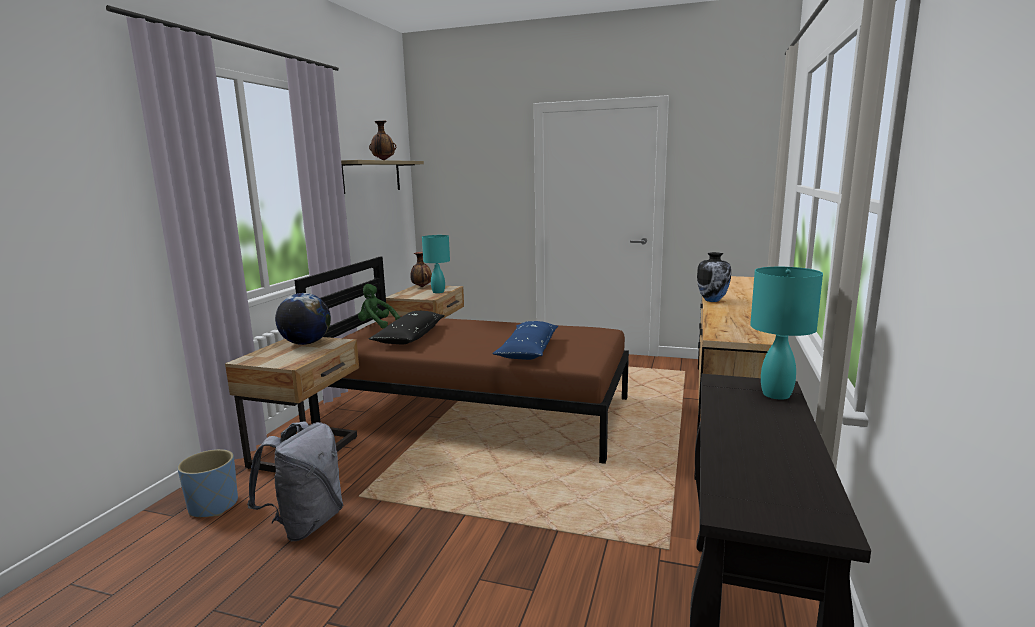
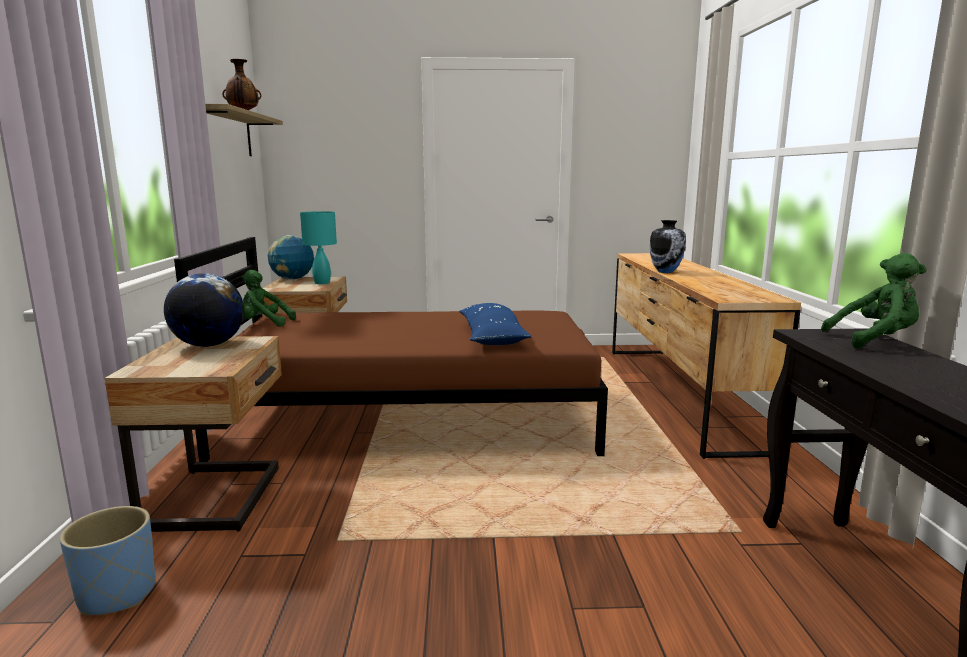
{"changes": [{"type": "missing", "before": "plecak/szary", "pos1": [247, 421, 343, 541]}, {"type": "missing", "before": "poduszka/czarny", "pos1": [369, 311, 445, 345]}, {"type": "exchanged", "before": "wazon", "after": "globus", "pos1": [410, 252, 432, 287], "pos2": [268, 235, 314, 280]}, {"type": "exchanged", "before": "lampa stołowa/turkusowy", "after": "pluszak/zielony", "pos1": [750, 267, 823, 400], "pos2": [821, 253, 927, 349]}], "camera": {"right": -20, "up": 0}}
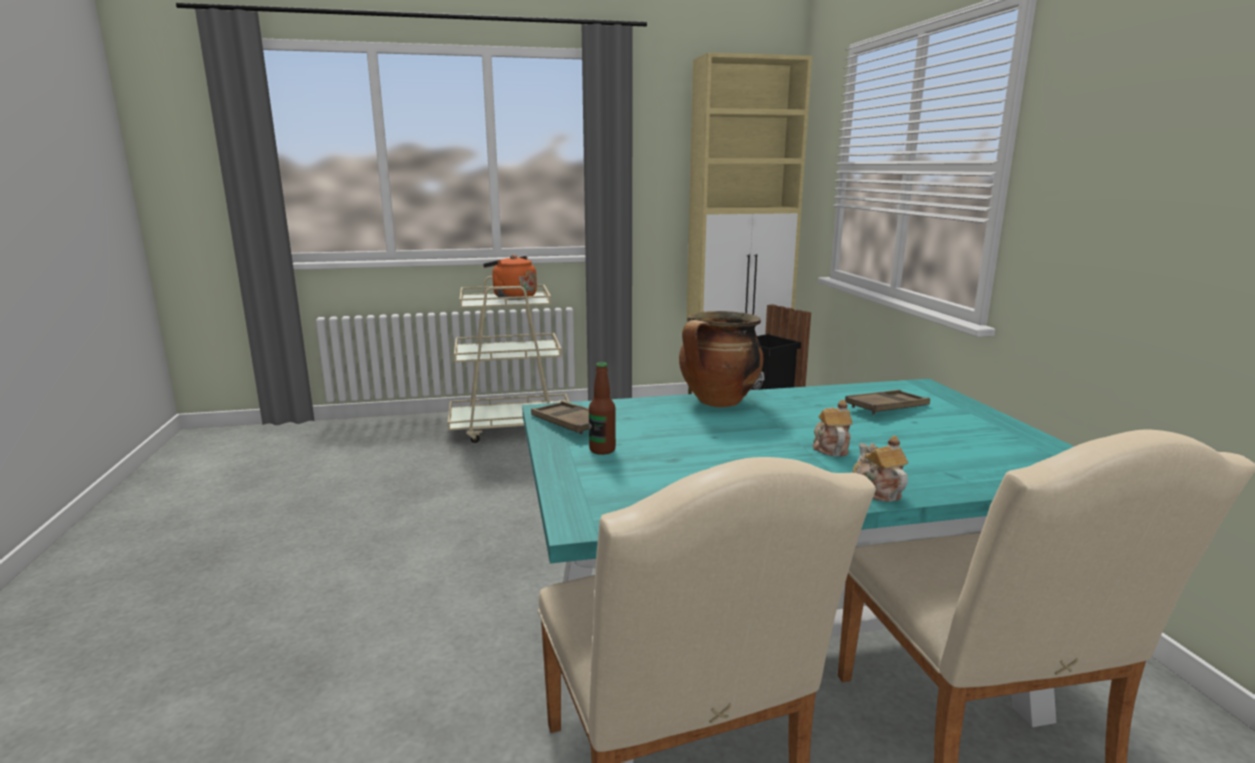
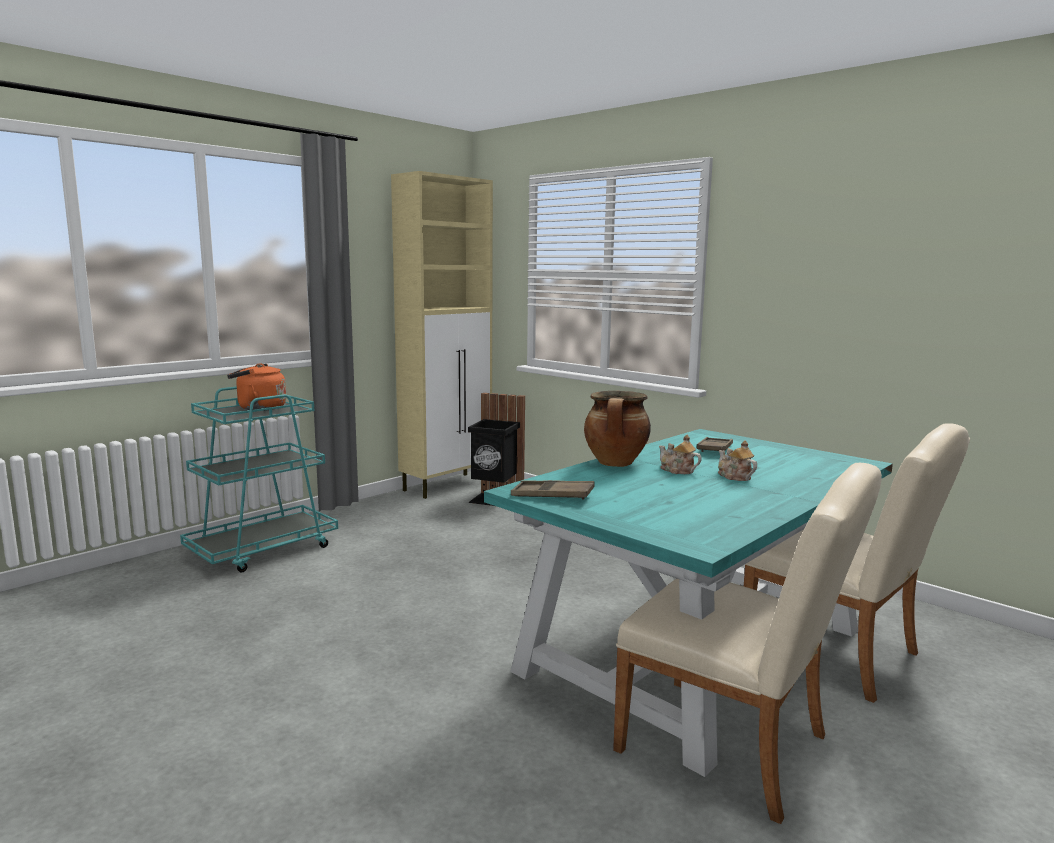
{"changes": [{"type": "colour", "before": "wózek/beżowy", "after": "wózek/turkusowy", "pos1": [448, 276, 569, 443], "pos2": [180, 386, 338, 572]}, {"type": "missing", "before": "butelka", "pos1": [589, 362, 616, 455]}, {"type": "relocated", "before": "imbryk", "pos1": [852, 436, 908, 502], "pos2": [659, 435, 702, 474]}], "camera": {"right": -35, "up": -5}}
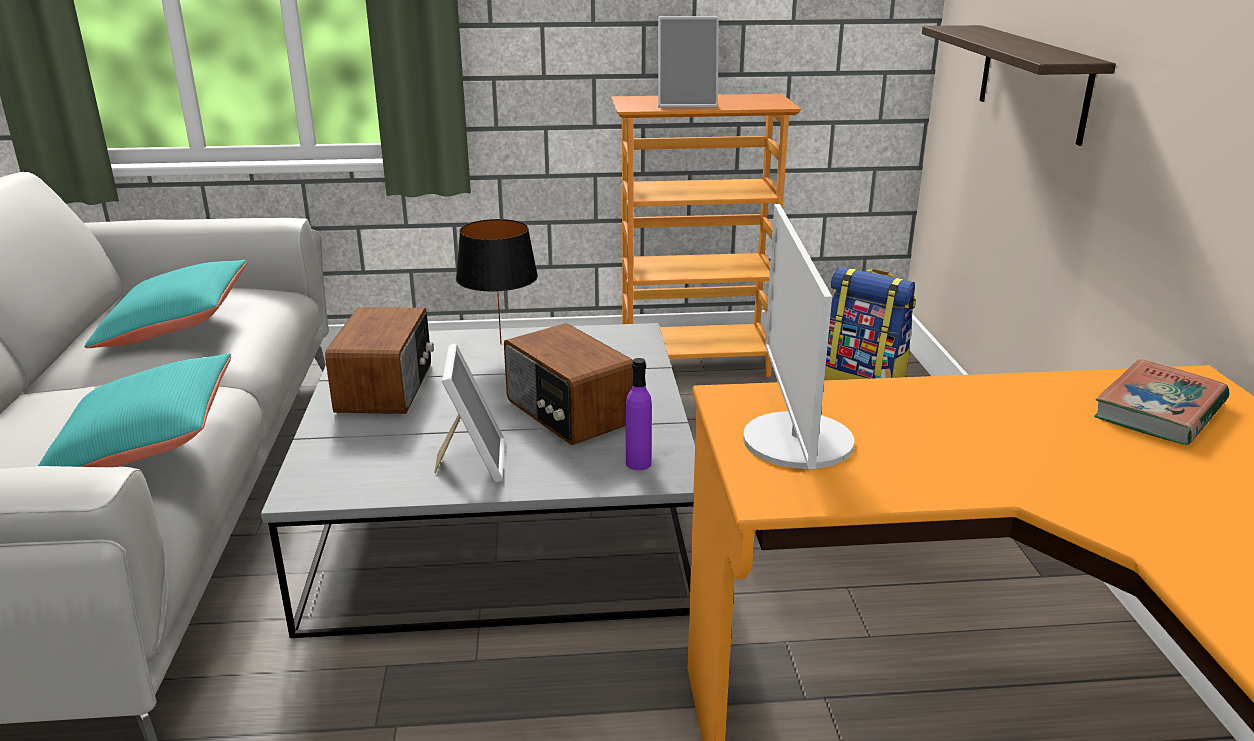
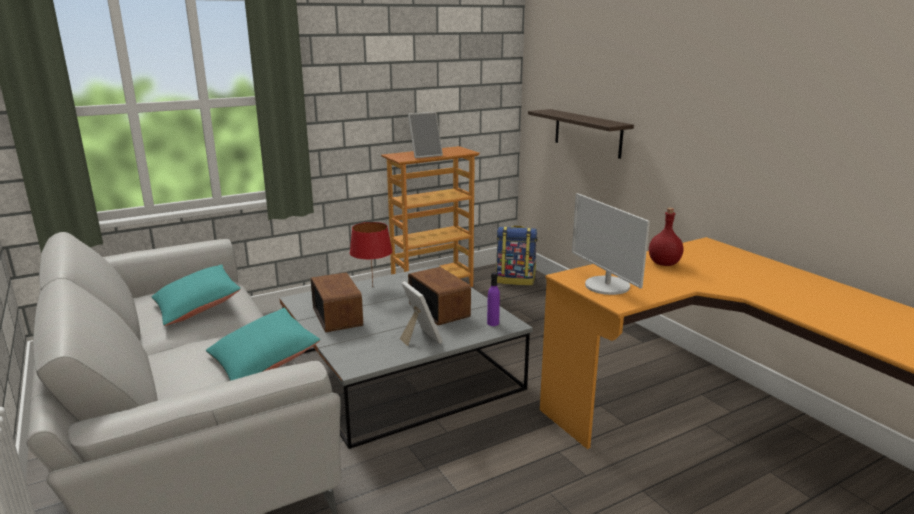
{"changes": [{"type": "colour", "before": "lampa stołowa/czarny", "after": "lampa stołowa/czerwony", "pos1": [456, 219, 538, 345], "pos2": [350, 222, 392, 285]}, {"type": "spun", "before": "radio", "pos1": [504, 323, 633, 445], "pos2": [408, 267, 471, 325], "turn": -150}, {"type": "missing", "before": "książka", "pos1": [1094, 359, 1229, 445]}, {"type": "appeared", "after": "butelka/czerwony", "pos2": [649, 208, 683, 266]}], "camera": {"right": -25, "up": -5}}
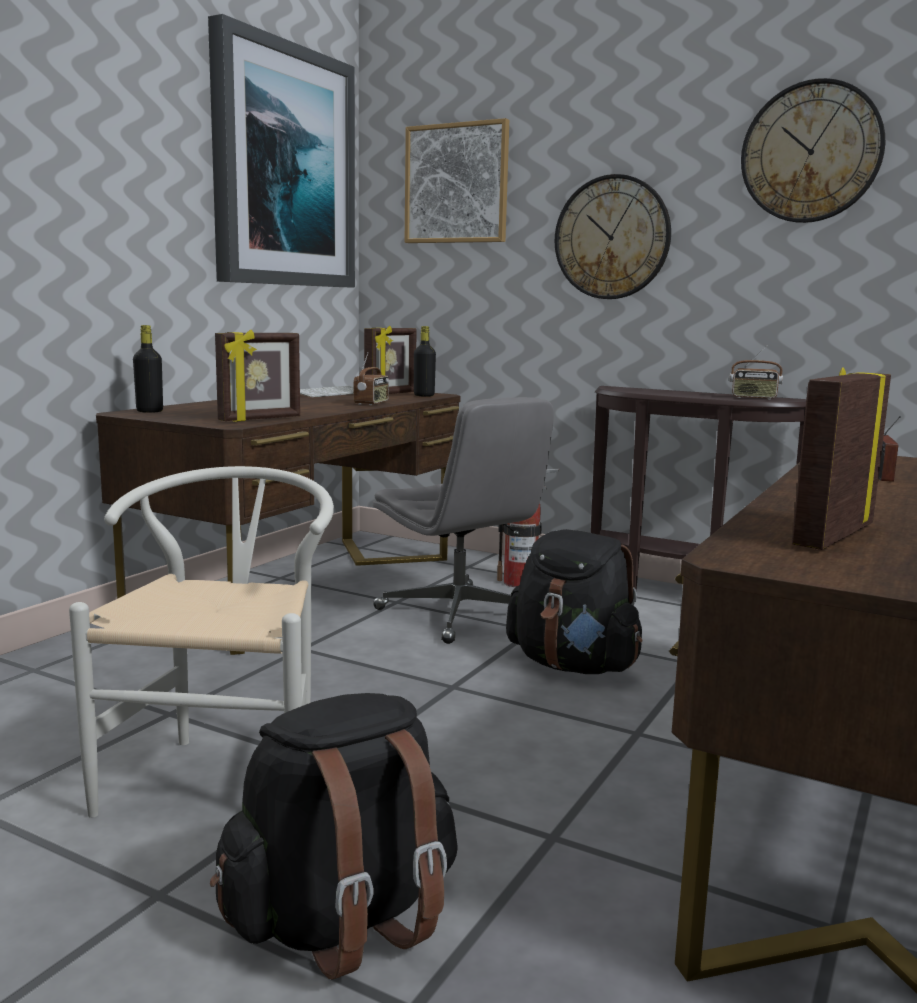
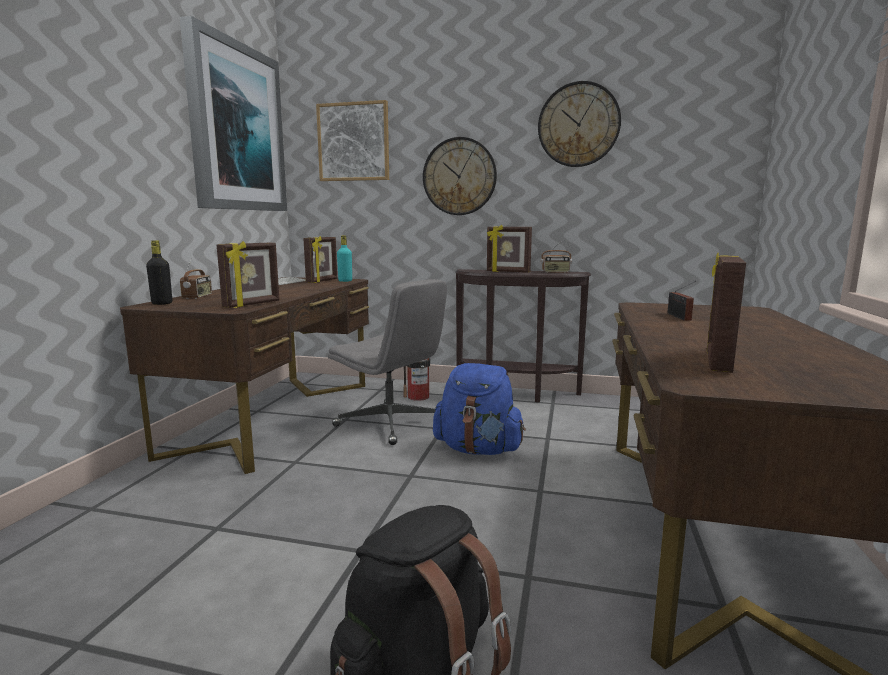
{"changes": [{"type": "missing", "before": "krzesło/biały", "pos1": [69, 466, 334, 818]}, {"type": "relocated", "before": "radio", "pos1": [354, 353, 389, 405], "pos2": [180, 258, 212, 299]}, {"type": "colour", "before": "butelka/czarny", "after": "butelka/turkusowy", "pos1": [414, 326, 436, 397], "pos2": [337, 235, 352, 282]}, {"type": "colour", "before": "plecak/czarny", "after": "plecak/niebieski", "pos1": [506, 529, 642, 674], "pos2": [433, 363, 526, 455]}, {"type": "appeared", "after": "ramka na zdjęcie", "pos2": [487, 225, 532, 273]}], "camera": {"right": -15, "up": 0}}
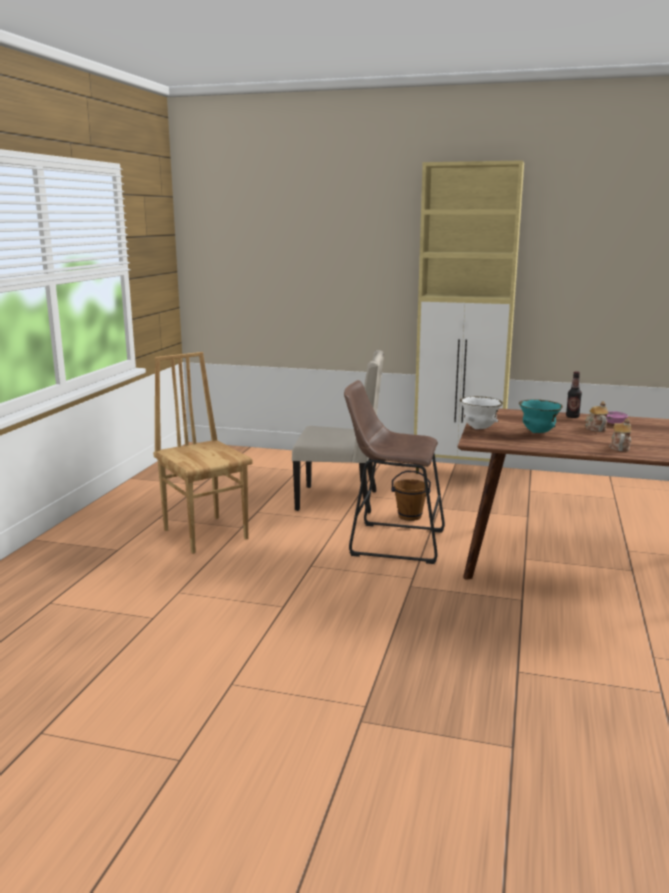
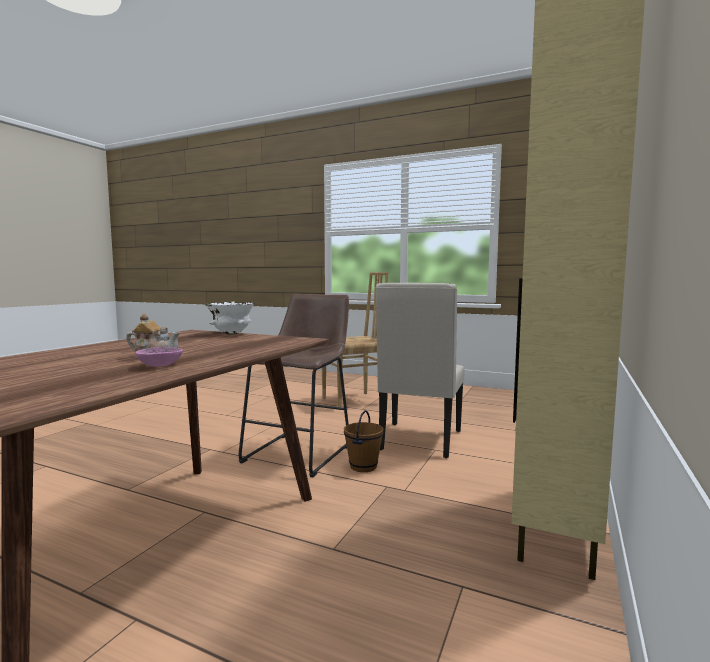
{"changes": [{"type": "missing", "before": "miska/turkusowy", "pos1": [519, 399, 563, 433]}, {"type": "missing", "before": "butelka", "pos1": [566, 371, 582, 418]}, {"type": "missing", "before": "imbryk", "pos1": [609, 418, 631, 451]}], "camera": {"right": 100, "up": -10}}
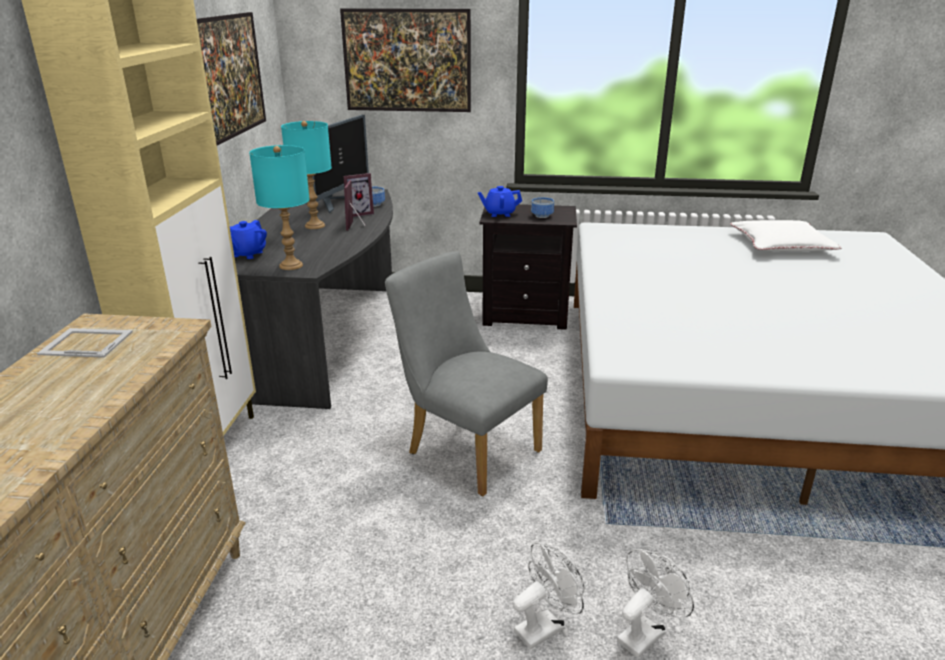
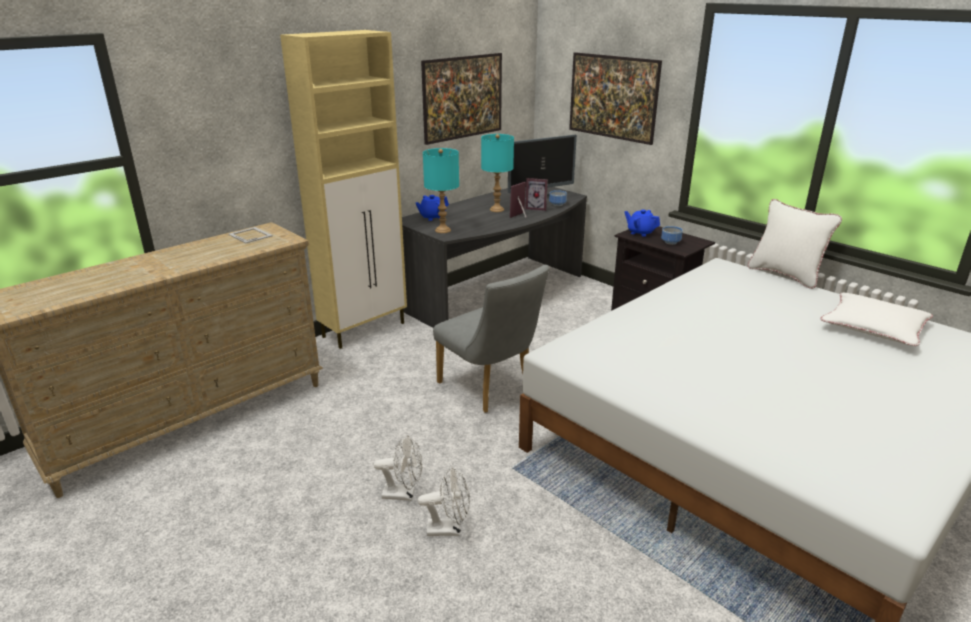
{"changes": [{"type": "spun", "before": "krzesło/szary", "pos1": [385, 251, 548, 496], "pos2": [433, 265, 549, 413], "turn": 150}, {"type": "appeared", "after": "poduszka/biały", "pos2": [748, 199, 842, 289]}], "camera": {"right": 40, "up": 0}}
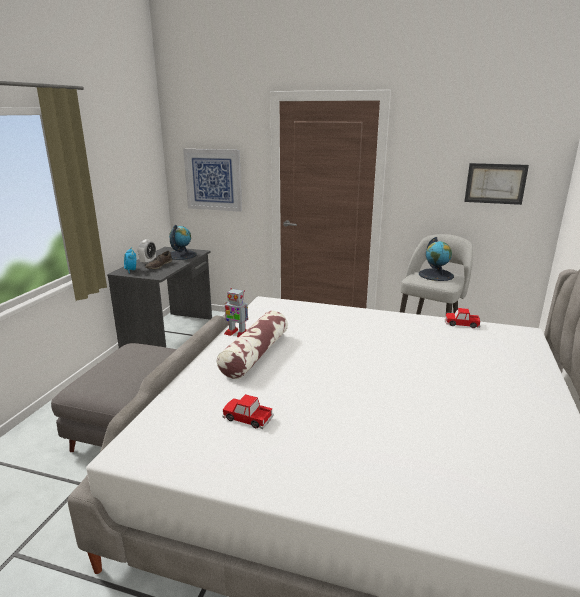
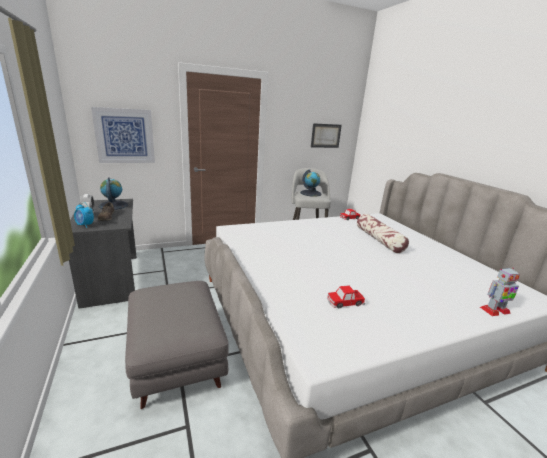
{"changes": [{"type": "relocated", "before": "poduszka", "pos1": [217, 311, 288, 379], "pos2": [357, 214, 409, 253]}, {"type": "relocated", "before": "robot zabawkowy", "pos1": [224, 288, 248, 337], "pos2": [480, 268, 520, 316]}], "camera": {"right": -40, "up": 0}}
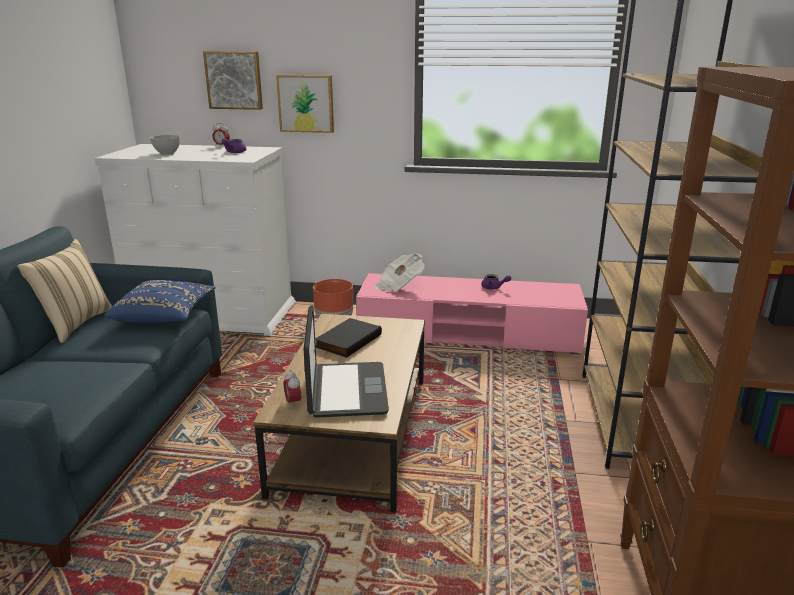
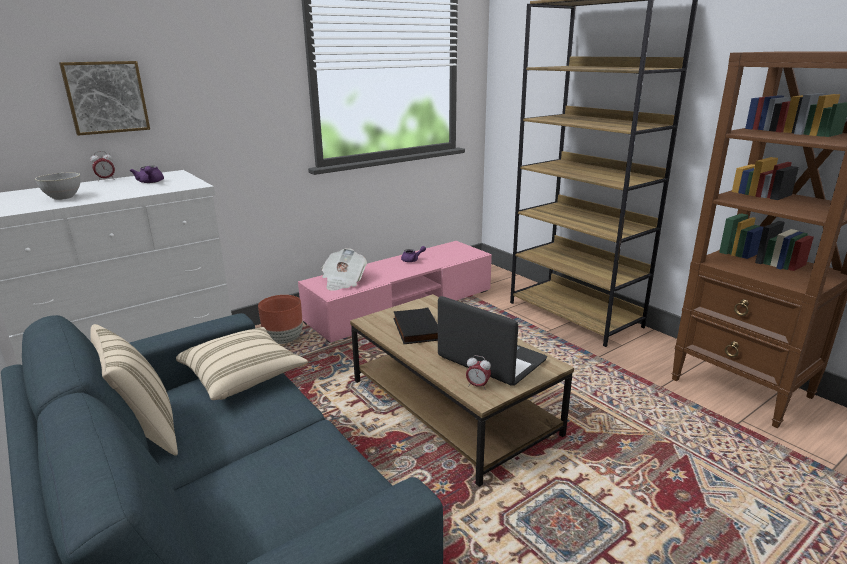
{"changes": [{"type": "colour", "before": "poduszka/niebieski", "after": "poduszka/beżowy", "pos1": [104, 280, 216, 323], "pos2": [176, 327, 308, 400]}, {"type": "missing", "before": "obraz", "pos1": [276, 75, 334, 133]}], "camera": {"right": -45, "up": 0}}
